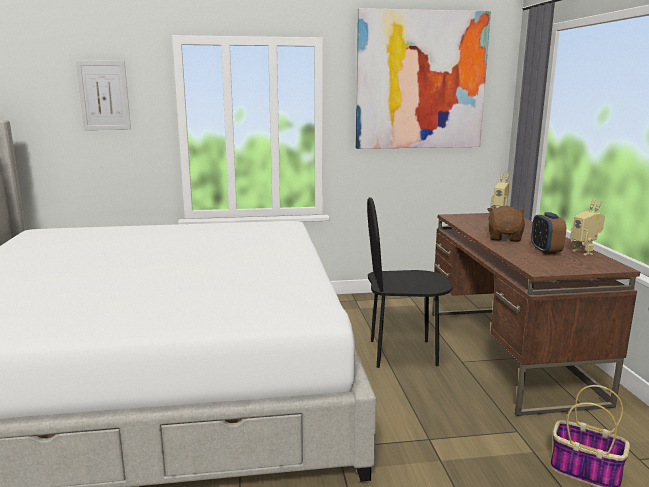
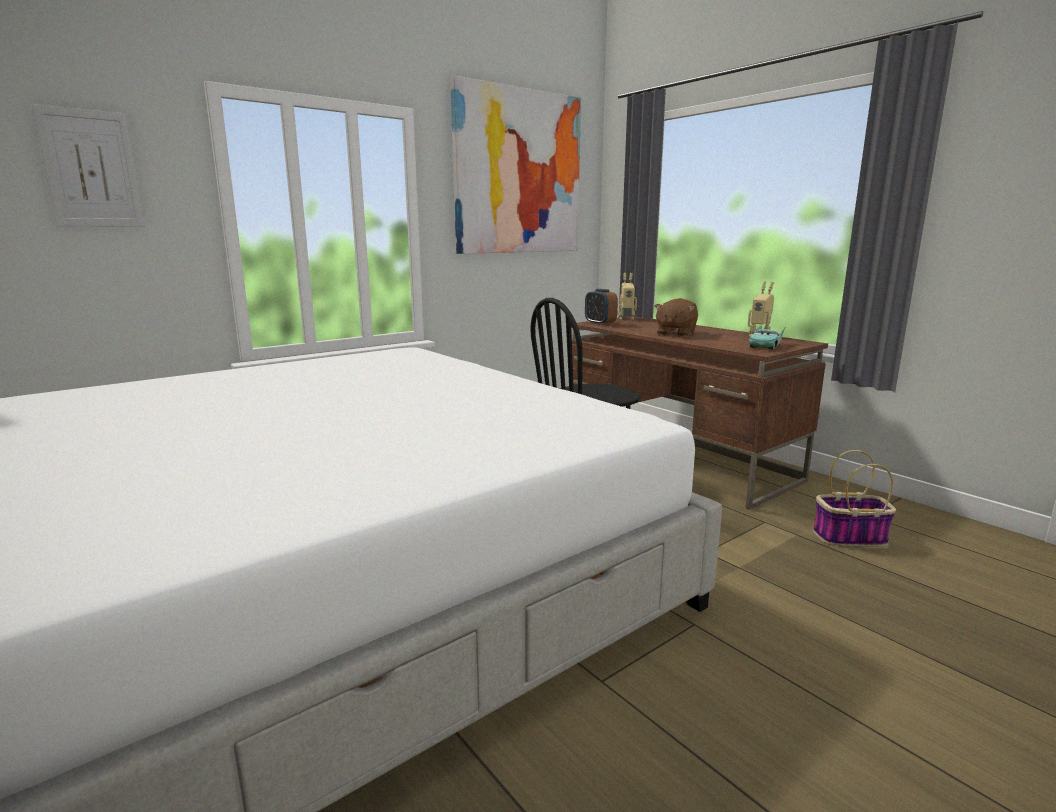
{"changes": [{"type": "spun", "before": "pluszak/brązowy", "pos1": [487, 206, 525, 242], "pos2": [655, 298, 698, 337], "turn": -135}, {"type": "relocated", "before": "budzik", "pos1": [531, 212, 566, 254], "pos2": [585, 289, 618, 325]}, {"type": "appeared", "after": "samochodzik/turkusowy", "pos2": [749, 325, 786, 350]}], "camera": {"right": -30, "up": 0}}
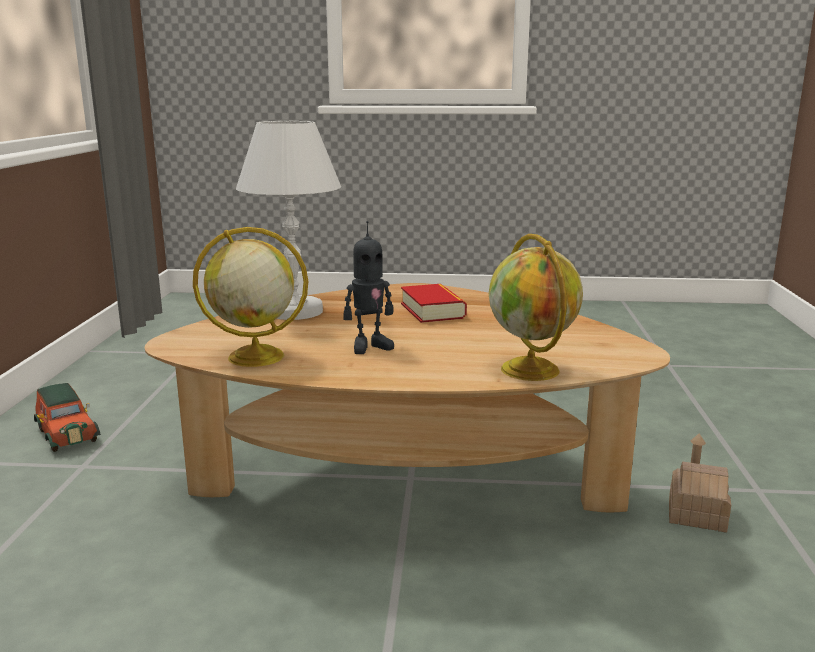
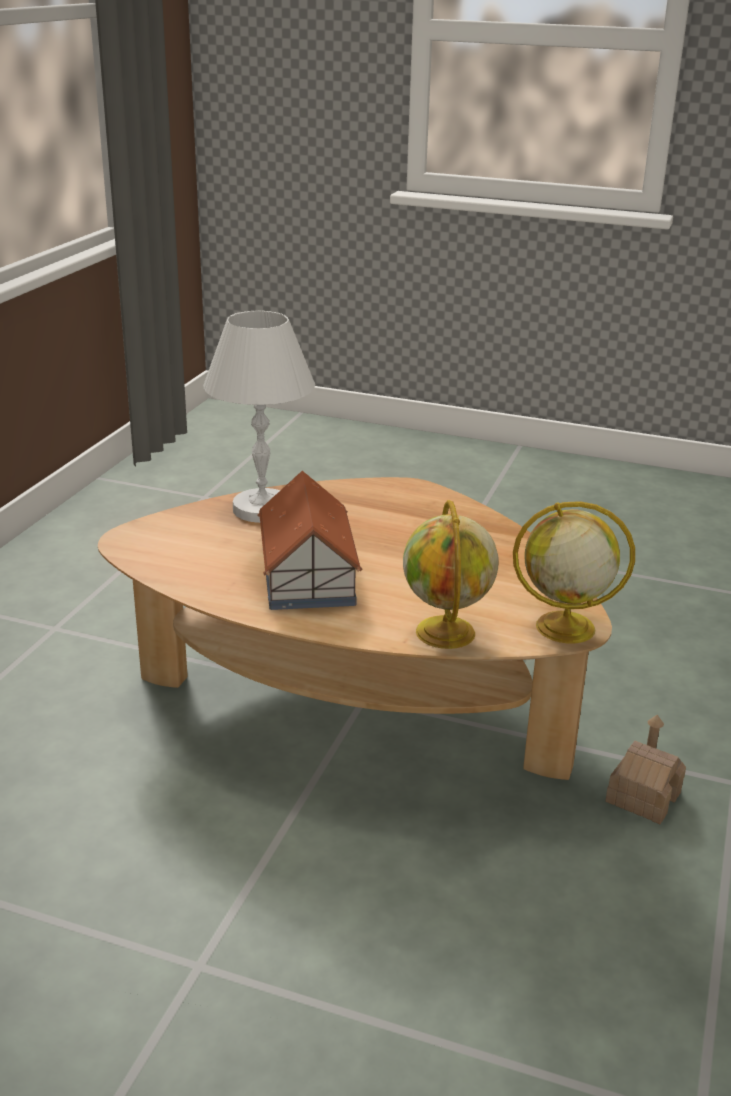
{"changes": [{"type": "missing", "before": "samochodzik", "pos1": [34, 383, 101, 452]}, {"type": "relocated", "before": "globus", "pos1": [193, 227, 308, 367], "pos2": [513, 501, 635, 644]}, {"type": "exchanged", "before": "robot zabawkowy", "after": "domek", "pos1": [344, 221, 394, 354], "pos2": [257, 471, 362, 610]}, {"type": "missing", "before": "książka", "pos1": [401, 284, 467, 323]}], "camera": {"right": 15, "up": 10}}
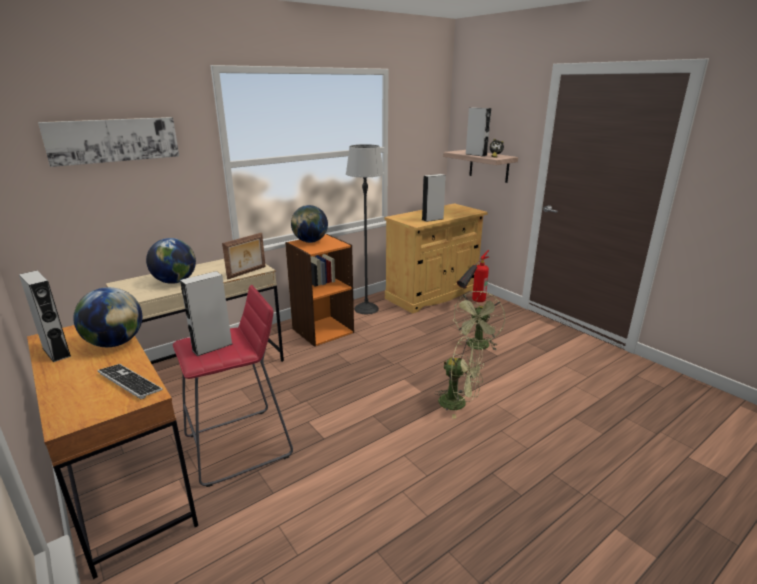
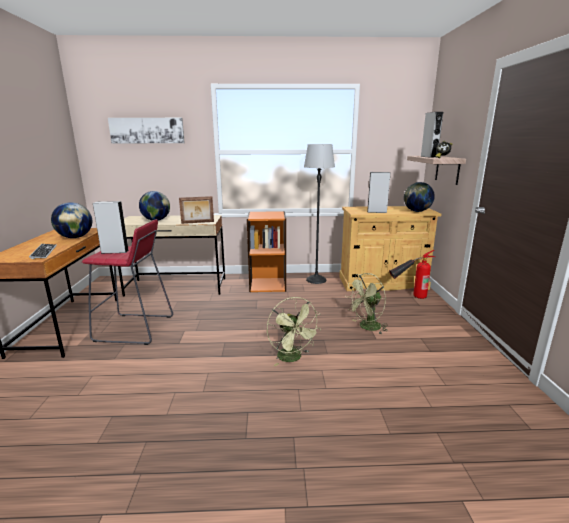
{"changes": [{"type": "missing", "before": "głośnik/szary", "pos1": [19, 270, 71, 362]}, {"type": "relocated", "before": "globus", "pos1": [291, 205, 328, 243], "pos2": [404, 182, 435, 212]}], "camera": {"right": 35, "up": -5}}
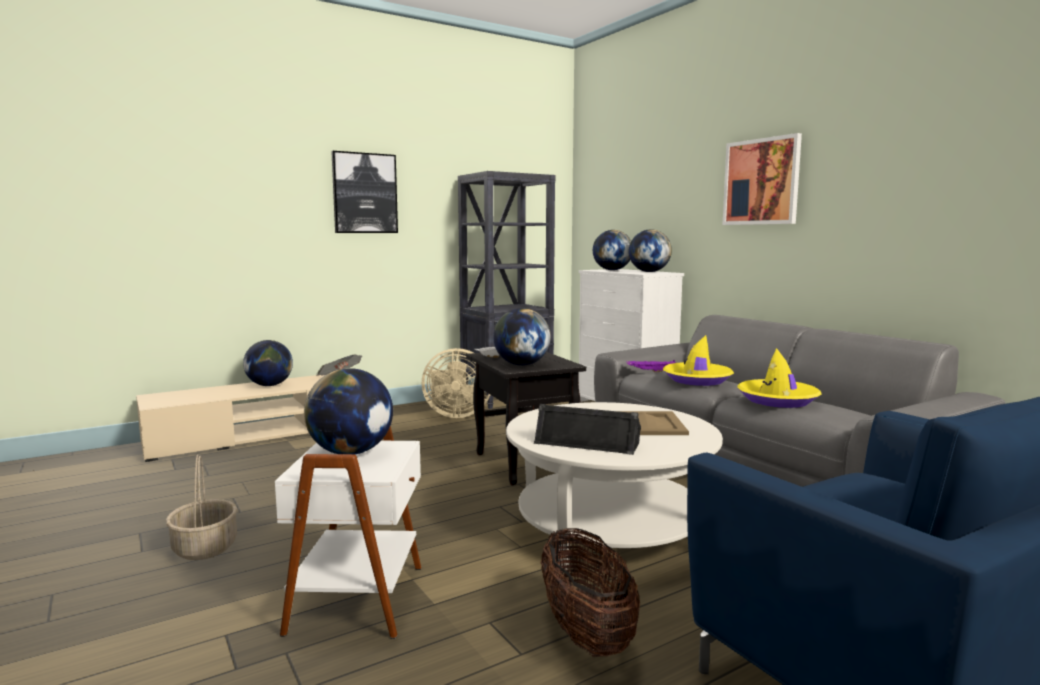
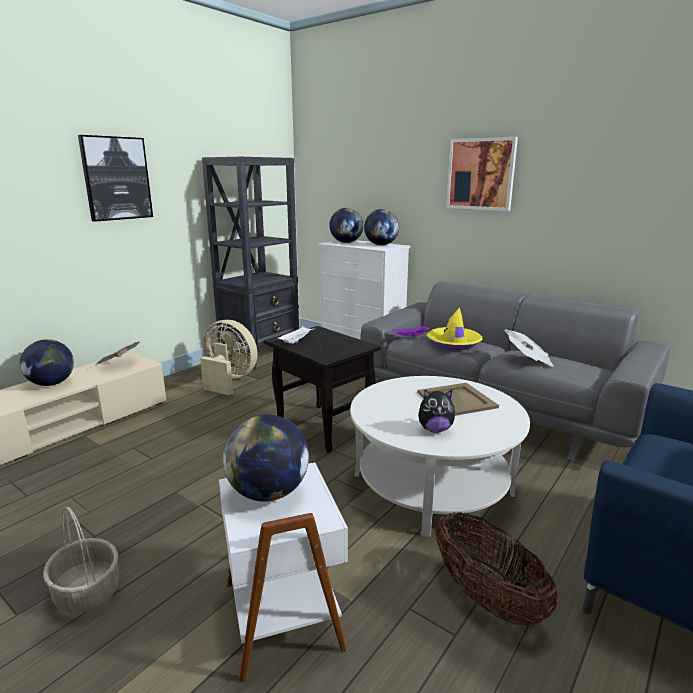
{"changes": [{"type": "spun", "before": "wentylator/beżowy", "pos1": [422, 348, 490, 418], "pos2": [200, 320, 257, 395], "turn": -135}, {"type": "missing", "before": "globus", "pos1": [493, 308, 551, 366]}, {"type": "exchanged", "before": "głośnik/czarny", "after": "pluszak", "pos1": [534, 404, 641, 455], "pos2": [418, 390, 455, 433]}, {"type": "exchanged", "before": "kapelusz/żółty", "after": "gazeta", "pos1": [737, 348, 822, 408], "pos2": [505, 329, 554, 367]}], "camera": {"right": -20, "up": 10}}
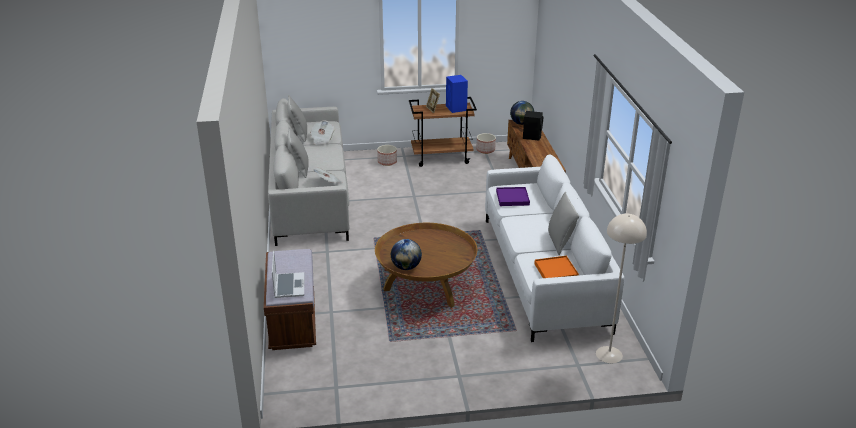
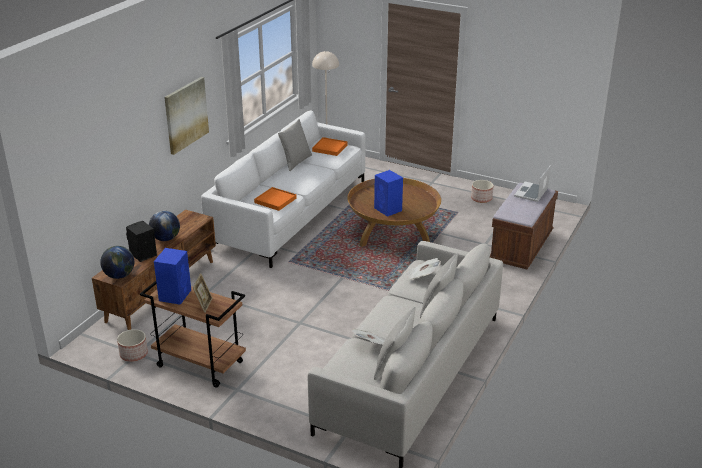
{"changes": [{"type": "relocated", "before": "donica", "pos1": [377, 145, 397, 166], "pos2": [471, 180, 494, 203]}, {"type": "relocated", "before": "globus", "pos1": [391, 239, 422, 270], "pos2": [149, 211, 180, 241]}, {"type": "colour", "before": "taca/fioletowy", "after": "taca/pomarańczowy", "pos1": [496, 187, 530, 206], "pos2": [254, 187, 297, 211]}, {"type": "appeared", "after": "obraz", "pos2": [164, 77, 209, 155]}, {"type": "appeared", "after": "głośnik/niebieski", "pos2": [374, 170, 403, 217]}], "camera": {"right": -145, "up": 0}}
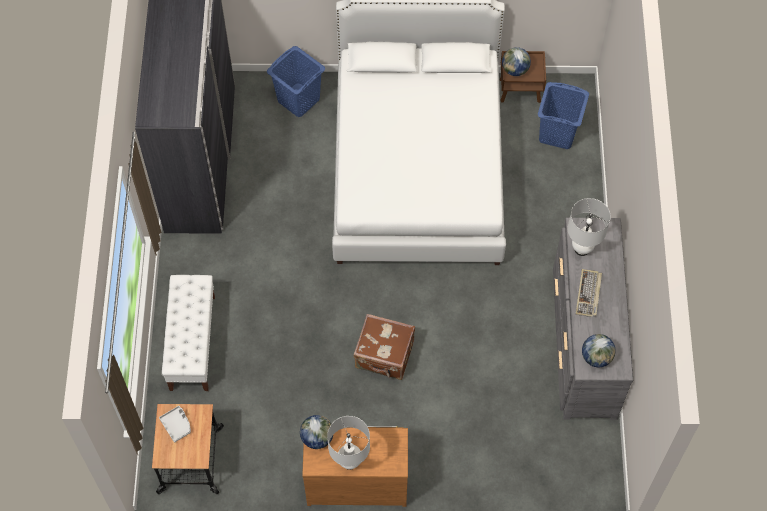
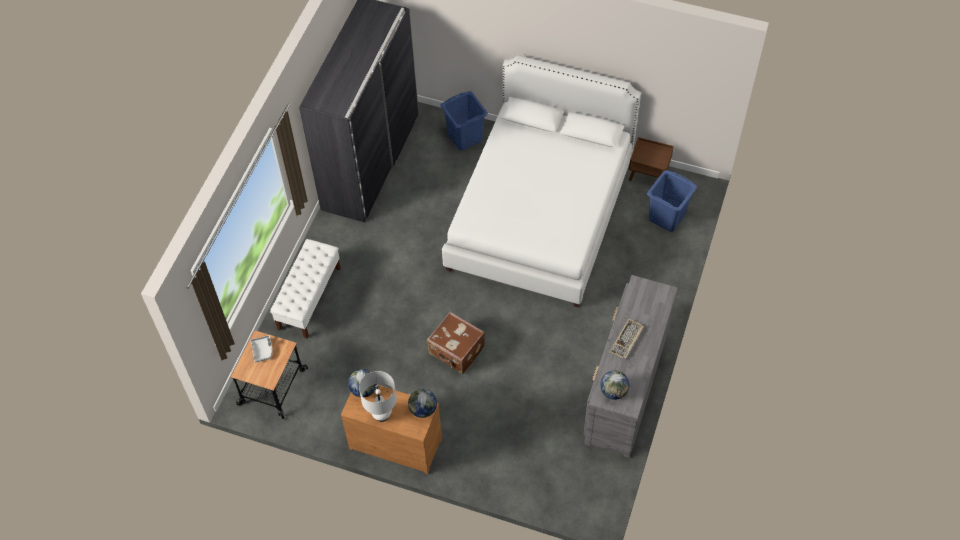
{"changes": [{"type": "relocated", "before": "globus", "pos1": [502, 47, 531, 76], "pos2": [408, 389, 437, 418]}, {"type": "missing", "before": "lampa stołowa/biały", "pos1": [568, 198, 611, 256]}], "camera": {"right": 20, "up": -5}}
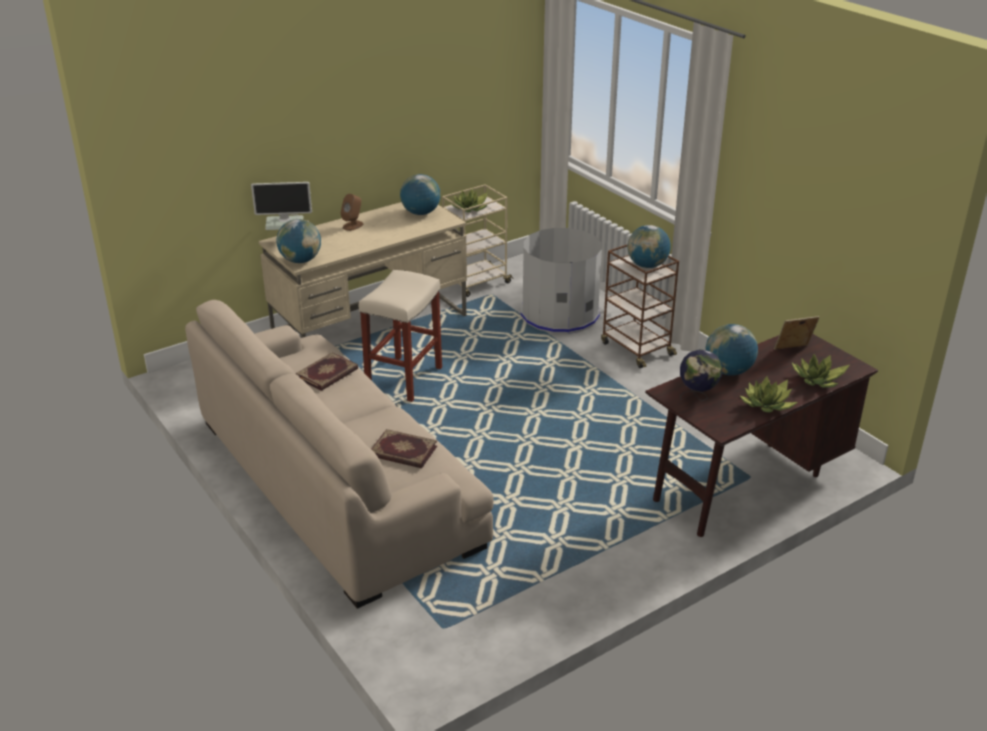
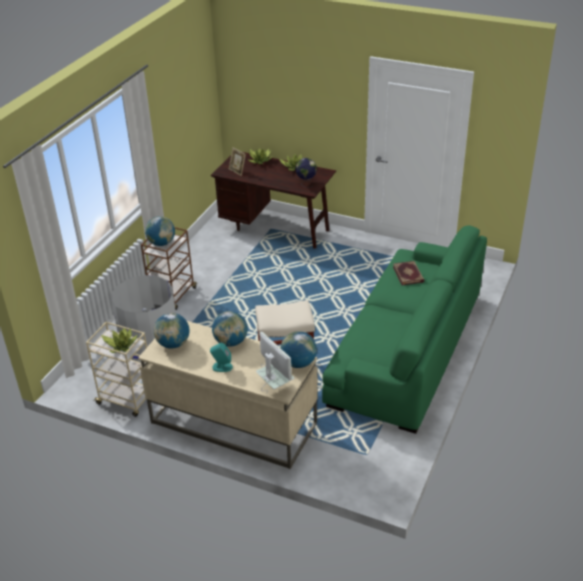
{"changes": [{"type": "colour", "before": "kanapa/beżowy", "after": "kanapa/zielony", "pos1": [185, 300, 494, 609], "pos2": [322, 225, 487, 434]}, {"type": "missing", "before": "książka", "pos1": [296, 352, 358, 391]}, {"type": "colour", "before": "głośnik/brązowy", "after": "głośnik/turkusowy", "pos1": [341, 194, 363, 231], "pos2": [210, 343, 233, 372]}, {"type": "relocated", "before": "globus", "pos1": [705, 324, 758, 376], "pos2": [212, 311, 248, 347]}], "camera": {"right": -120, "up": 5}}
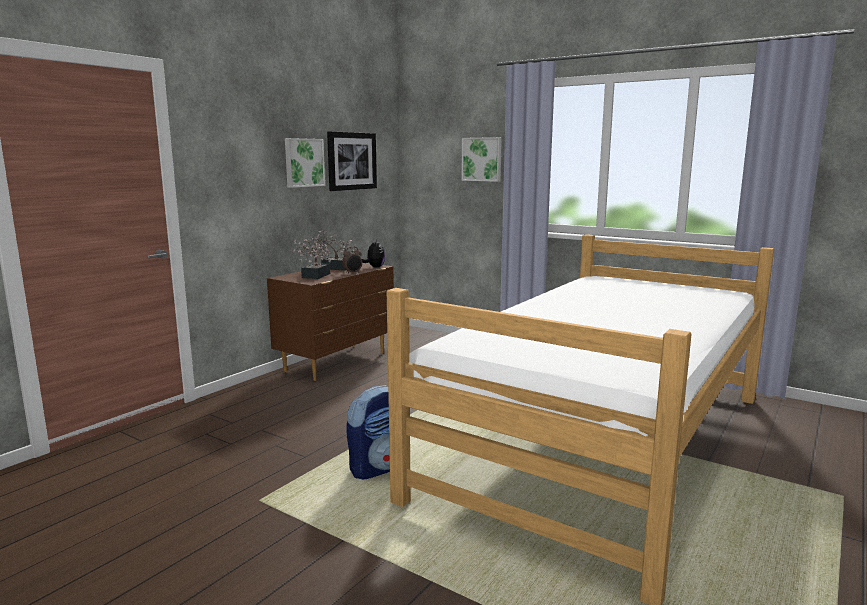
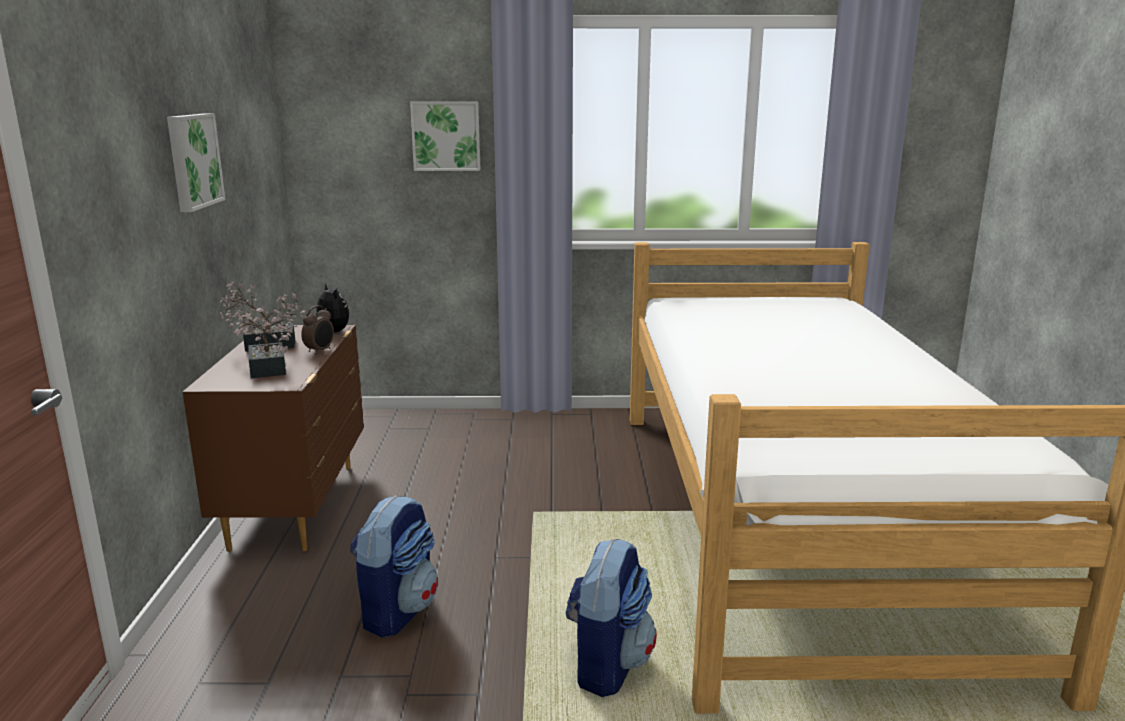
{"changes": [{"type": "missing", "before": "obraz", "pos1": [327, 131, 377, 191]}, {"type": "appeared", "after": "plecak", "pos2": [350, 495, 438, 637]}], "camera": {"right": -35, "up": 5}}
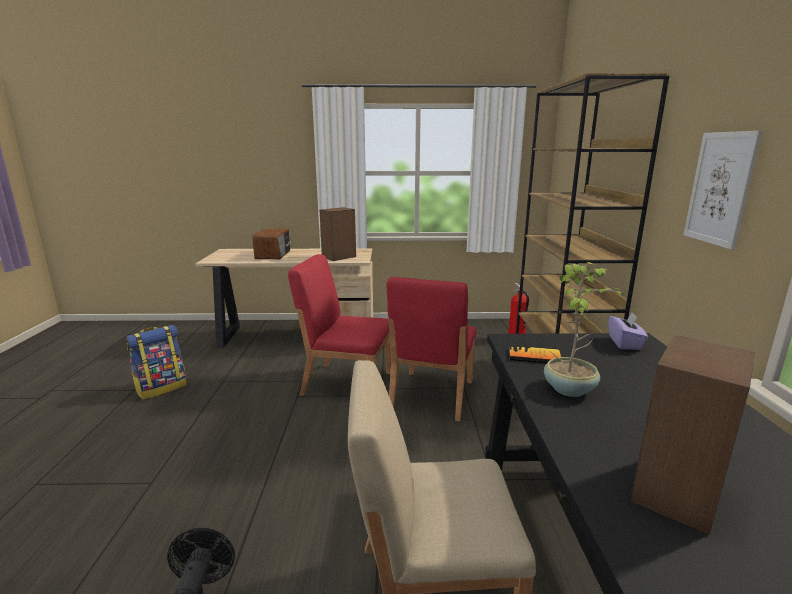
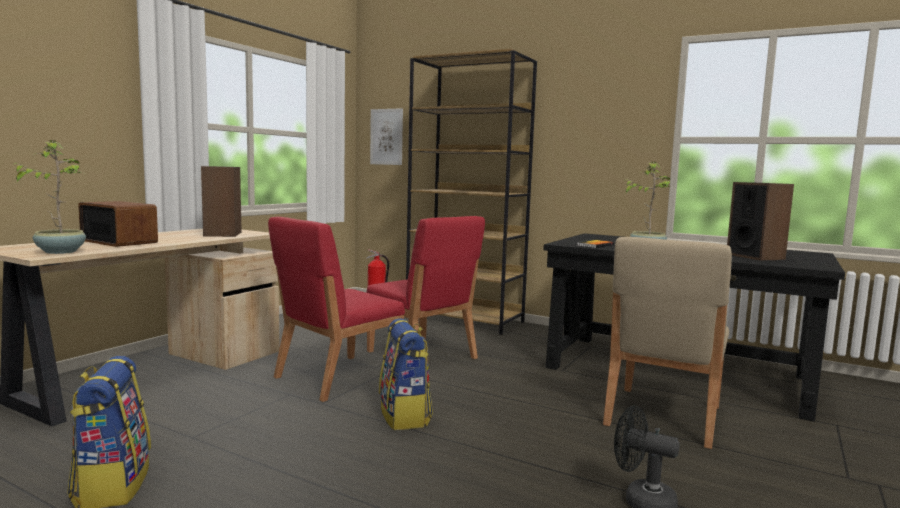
{"changes": [{"type": "missing", "before": "pudełko chusteczek/fioletowy", "pos1": [609, 312, 648, 350]}, {"type": "relocated", "before": "obraz", "pos1": [684, 131, 762, 250], "pos2": [370, 108, 403, 165]}, {"type": "appeared", "after": "roślina doniczkowa", "pos2": [12, 140, 86, 254]}, {"type": "appeared", "after": "plecak", "pos2": [379, 318, 433, 430]}], "camera": {"right": -60, "up": -10}}
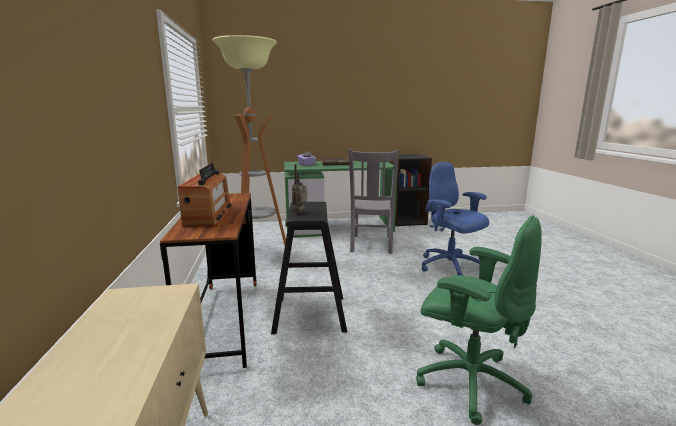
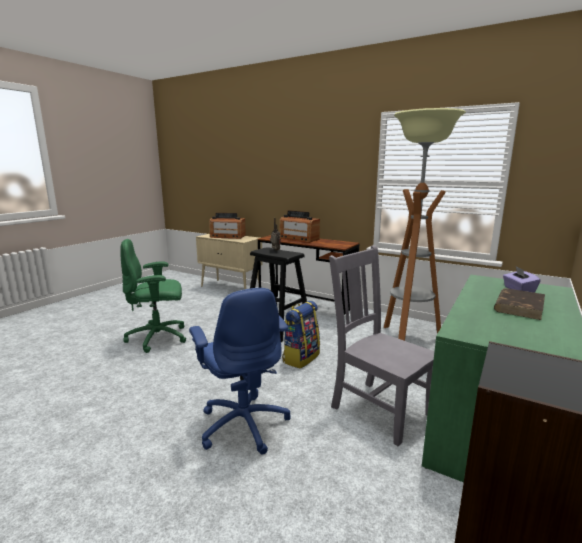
{"changes": [{"type": "spun", "before": "krzesło biurowe/niebieski", "pos1": [422, 162, 489, 276], "pos2": [189, 288, 291, 455], "turn": 60}, {"type": "appeared", "after": "radio", "pos2": [209, 213, 246, 239]}, {"type": "appeared", "after": "plecak", "pos2": [282, 301, 320, 369]}], "camera": {"right": 130, "up": 0}}
